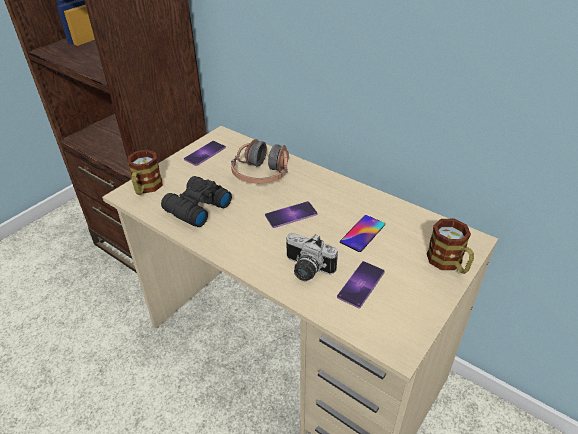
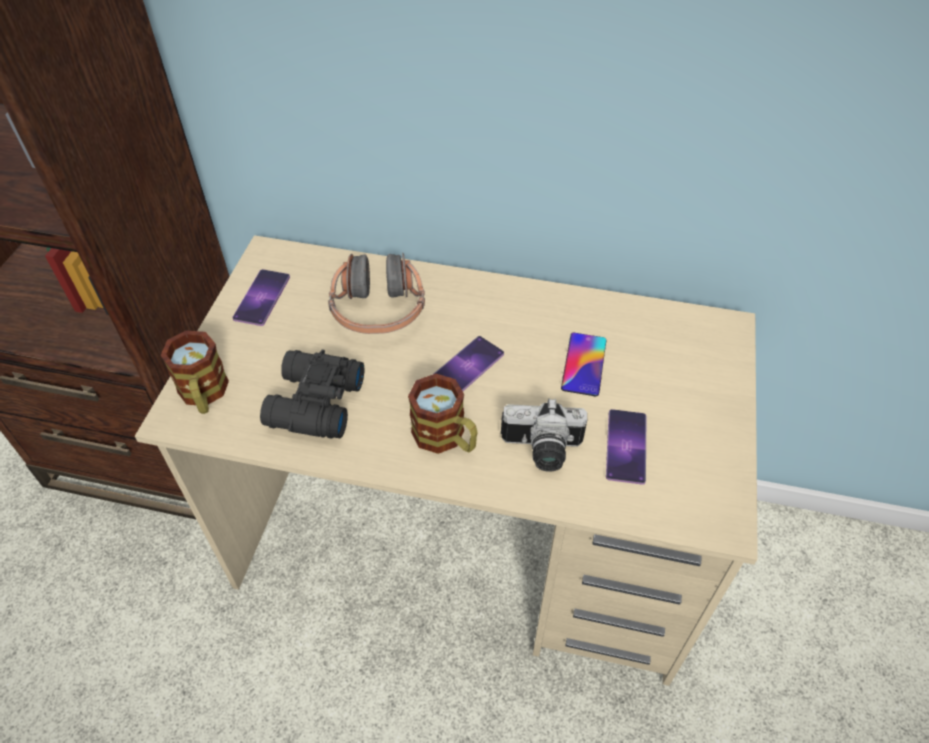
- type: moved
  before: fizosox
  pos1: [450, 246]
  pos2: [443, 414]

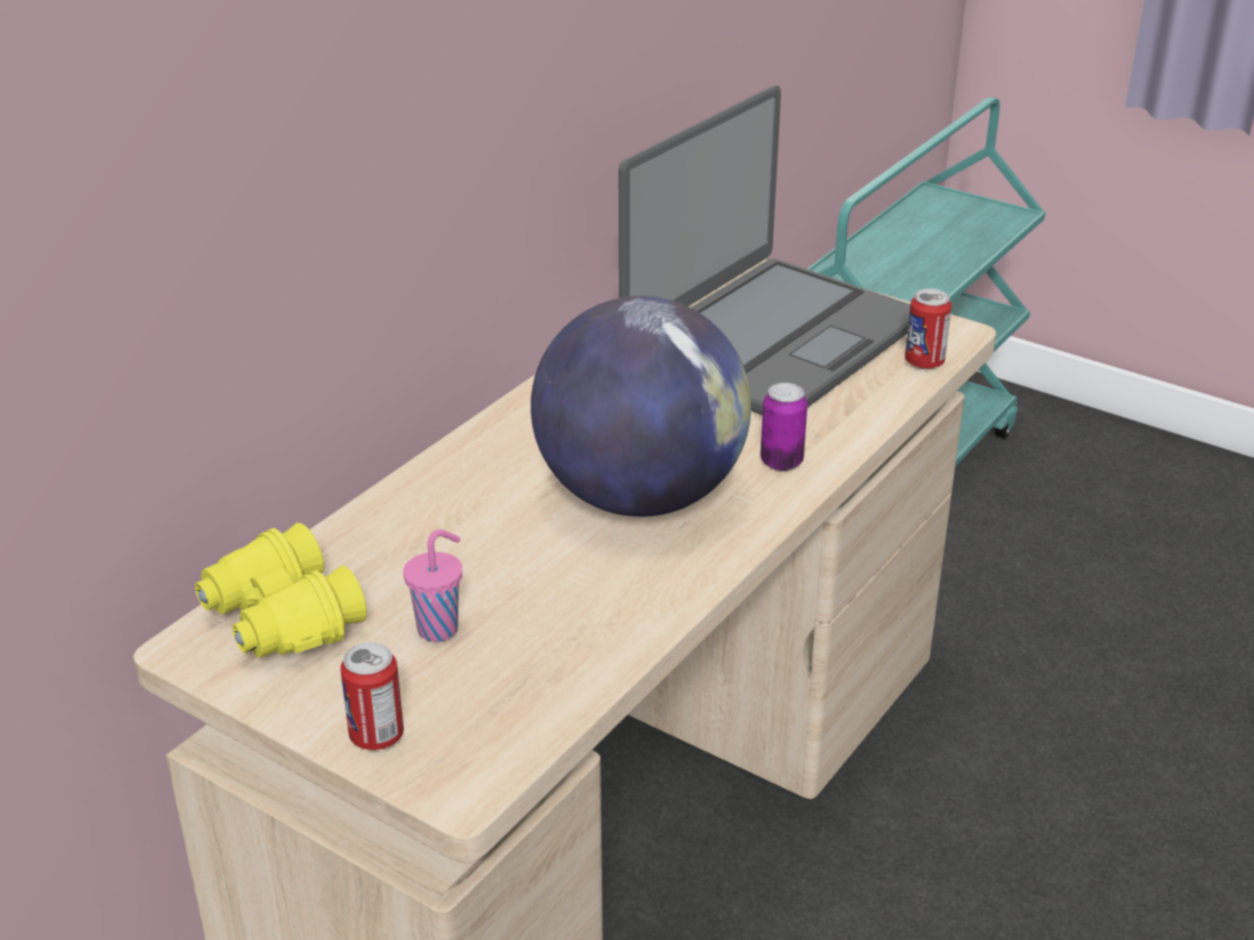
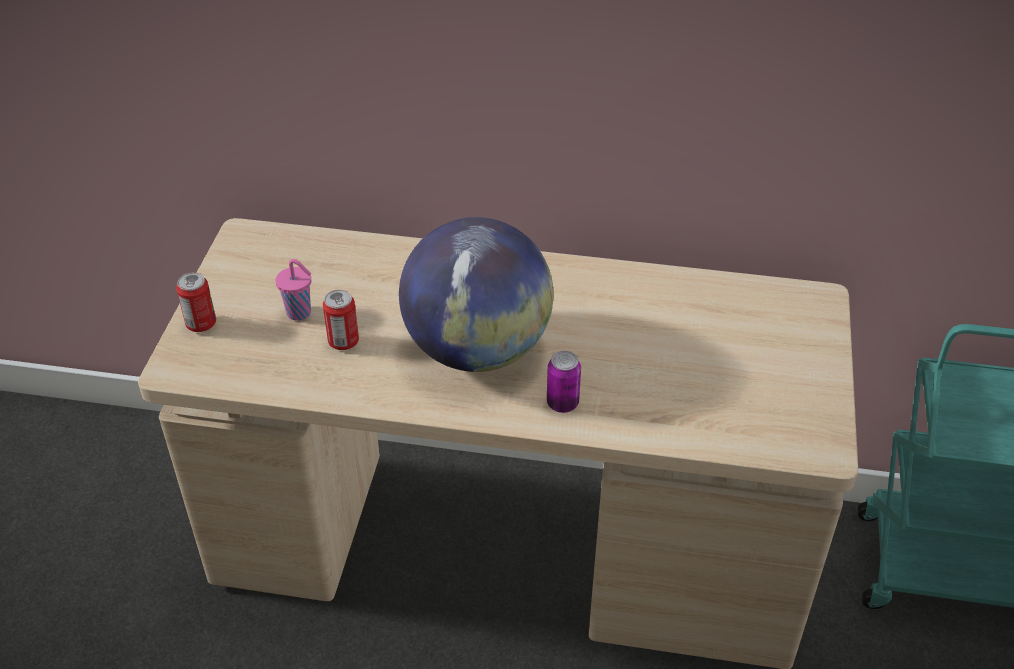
- type: removed
  before: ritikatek
  pos1: [765, 251]
- type: moved
  before: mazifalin
  pos1: [928, 329]
  pos2: [341, 320]
- type: removed
  before: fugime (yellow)
  pos1: [281, 590]

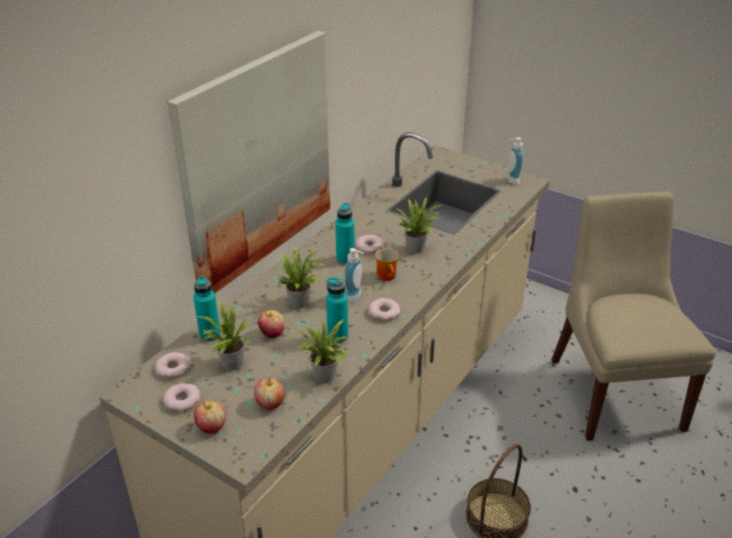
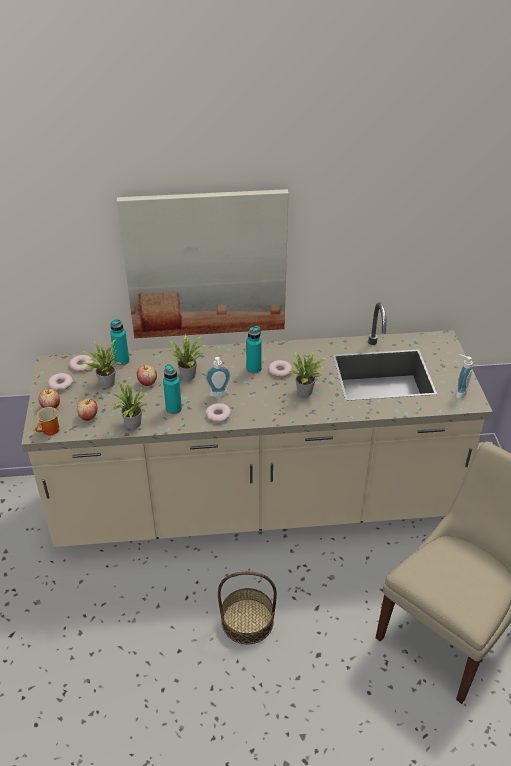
- type: moved
  before: fizosox
  pos1: [387, 264]
  pos2: [47, 421]

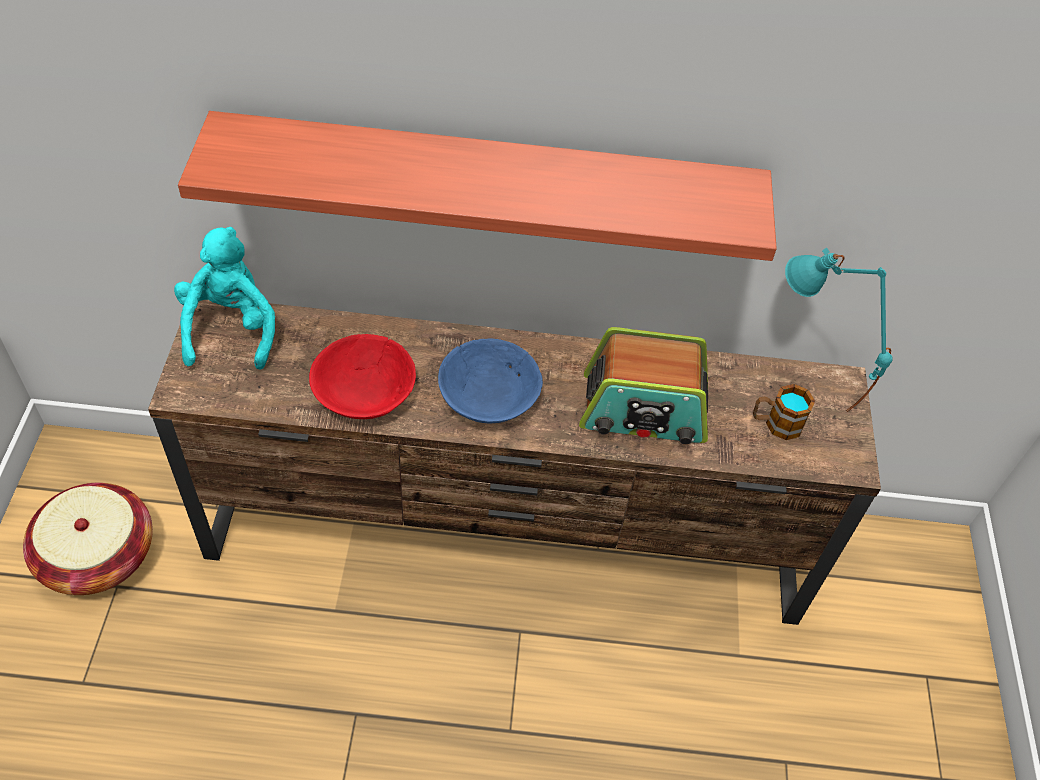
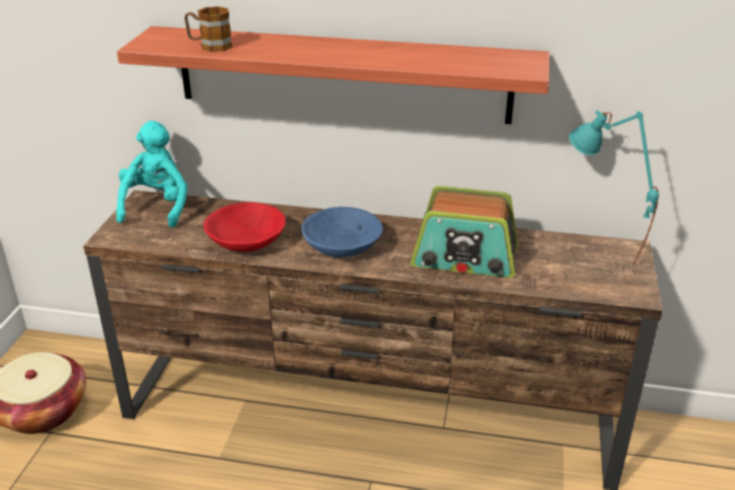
- type: moved
  before: fizosox
  pos1: [784, 412]
  pos2: [208, 29]

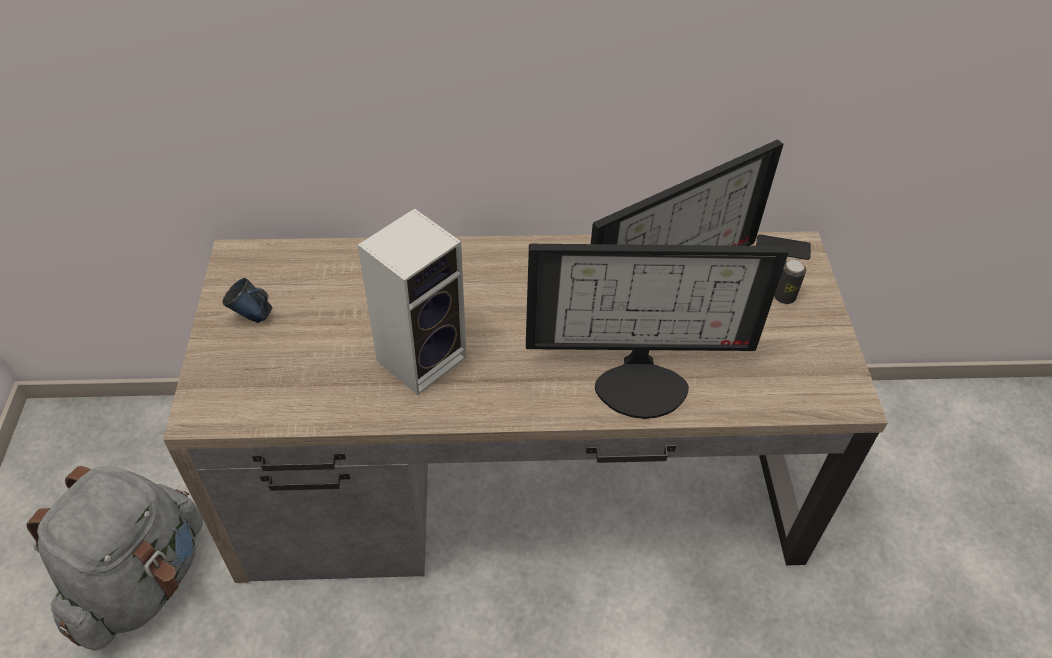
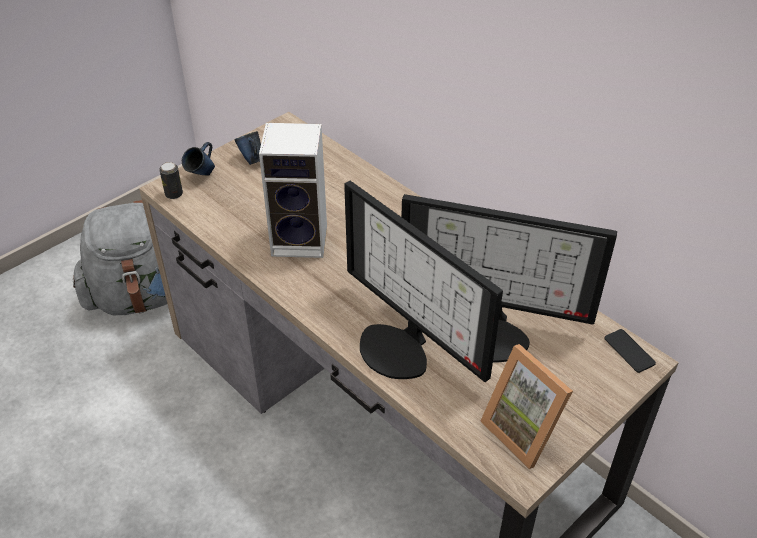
- type: moved
  before: mazifalin
  pos1: [790, 281]
  pos2: [171, 180]
- type: added
  after: fizosox (blue)
  pos2: [198, 159]
- type: added
  after: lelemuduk
  pos2: [526, 406]

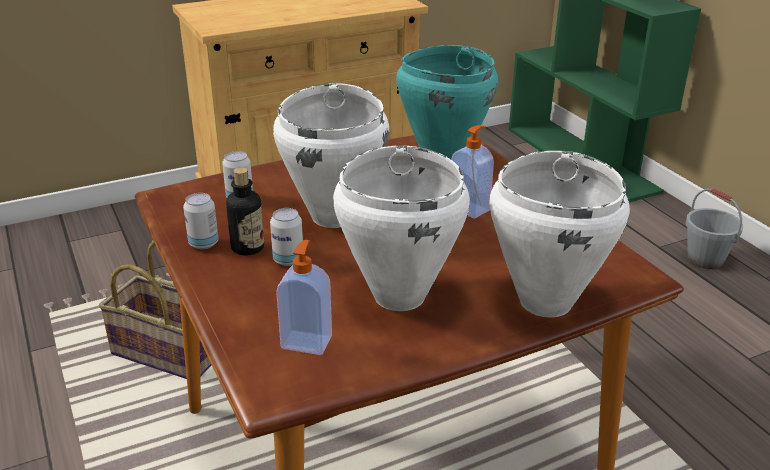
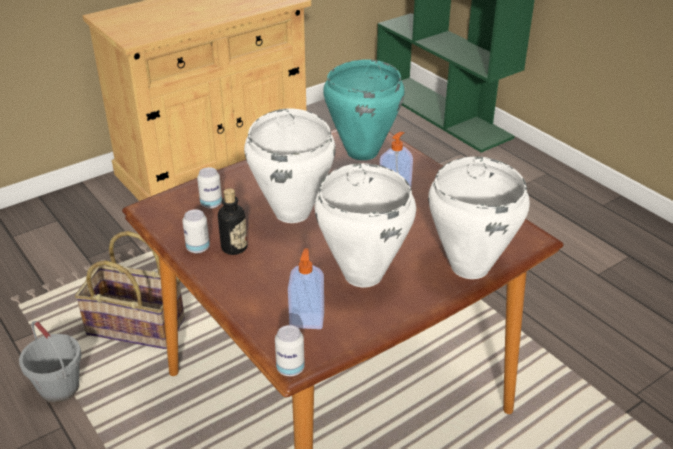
- type: moved
  before: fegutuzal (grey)
  pos1: [714, 228]
  pos2: [50, 362]
- type: moved
  before: mazifalin
  pos1: [286, 237]
  pos2: [290, 350]

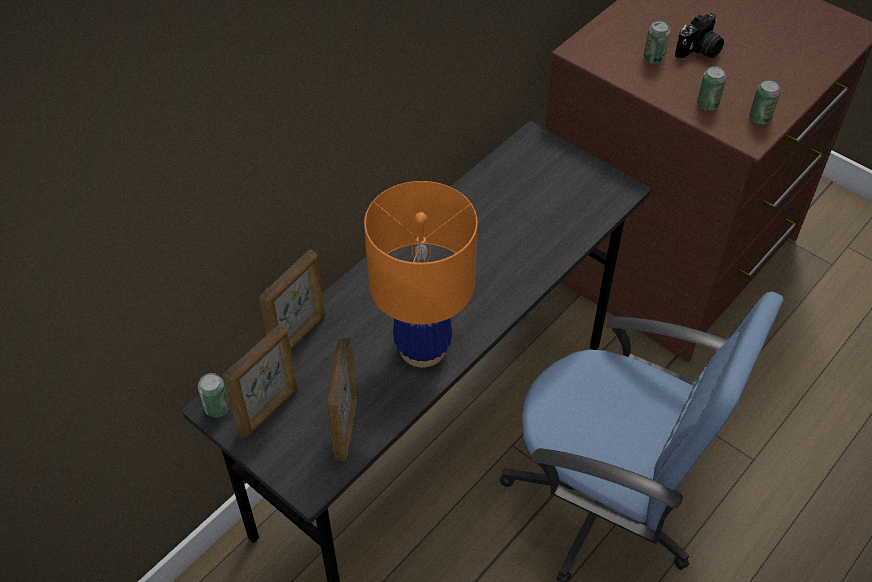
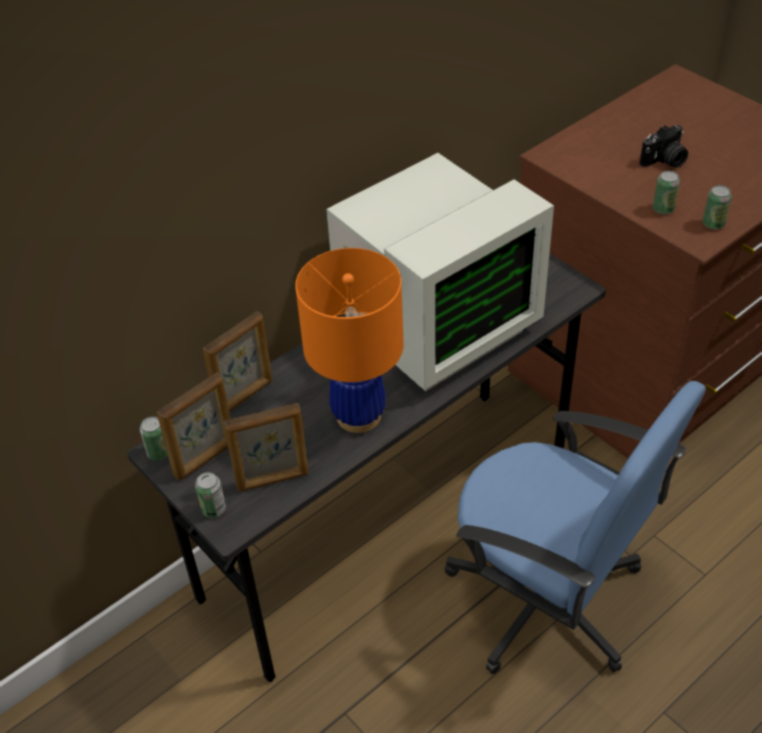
- type: moved
  before: mazifalin
  pos1: [657, 42]
  pos2: [210, 495]
- type: turned
  before: lelemuduk
  pos1: [342, 399]
  pos2: [266, 447]
  turn: -120
- type: added
  after: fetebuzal
  pos2: [440, 272]

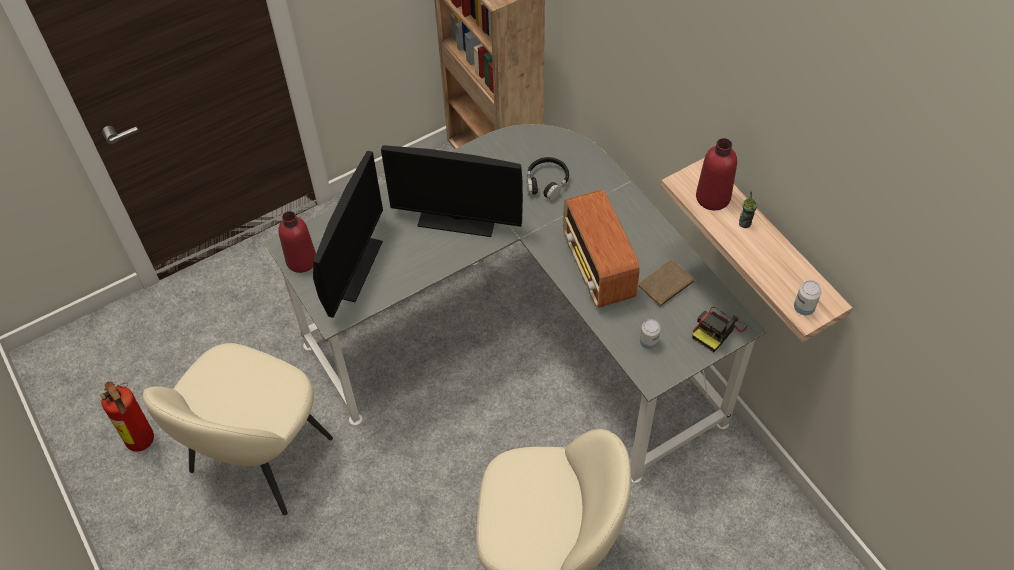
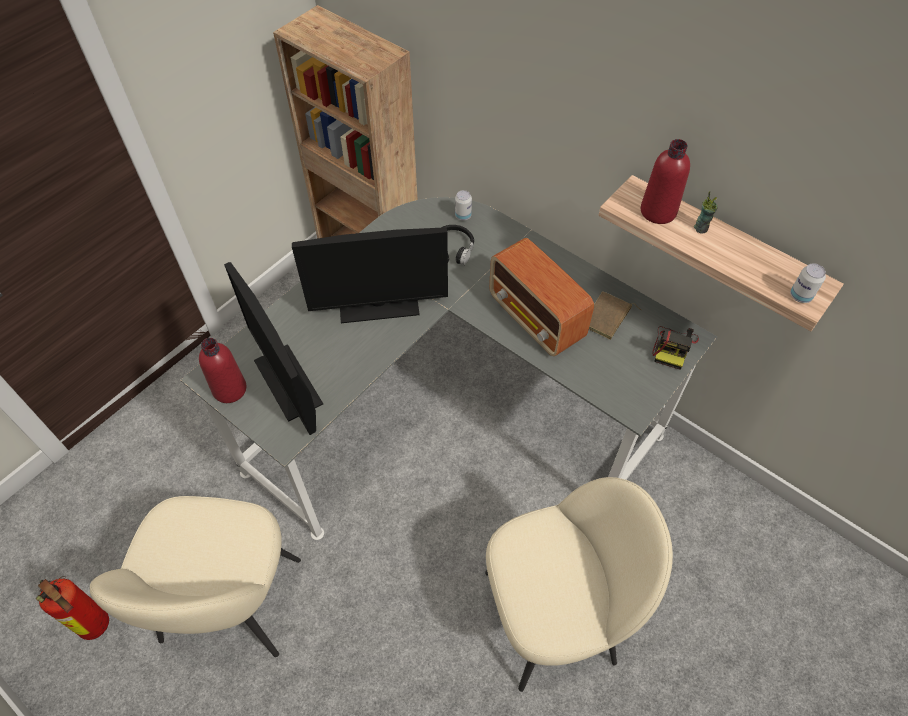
- type: turned
  before: fetebuzal
  pos1: [348, 234]
  pos2: [273, 348]
  turn: 150
- type: moved
  before: mazifalin
  pos1: [650, 334]
  pos2: [463, 205]

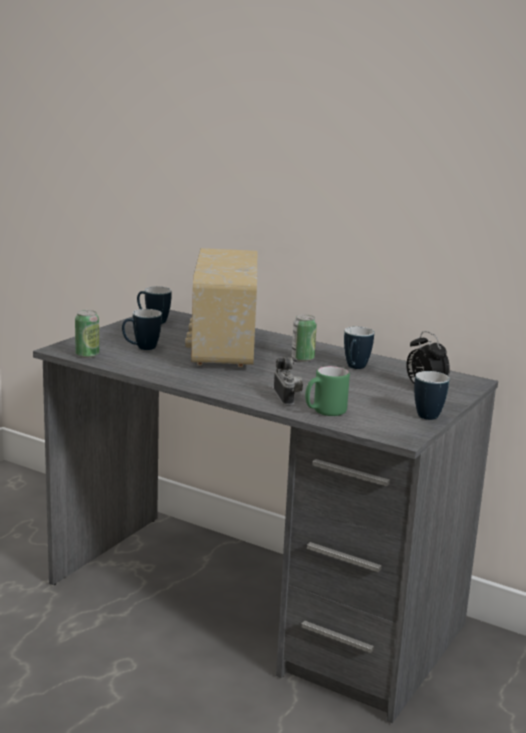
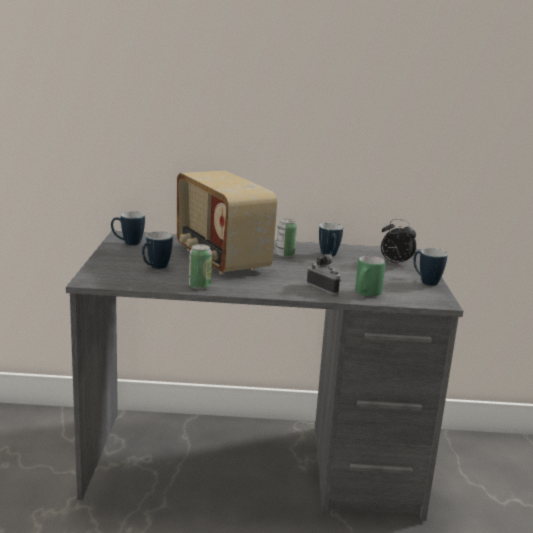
- type: moved
  before: mazifalin
  pos1: [87, 334]
  pos2: [200, 266]

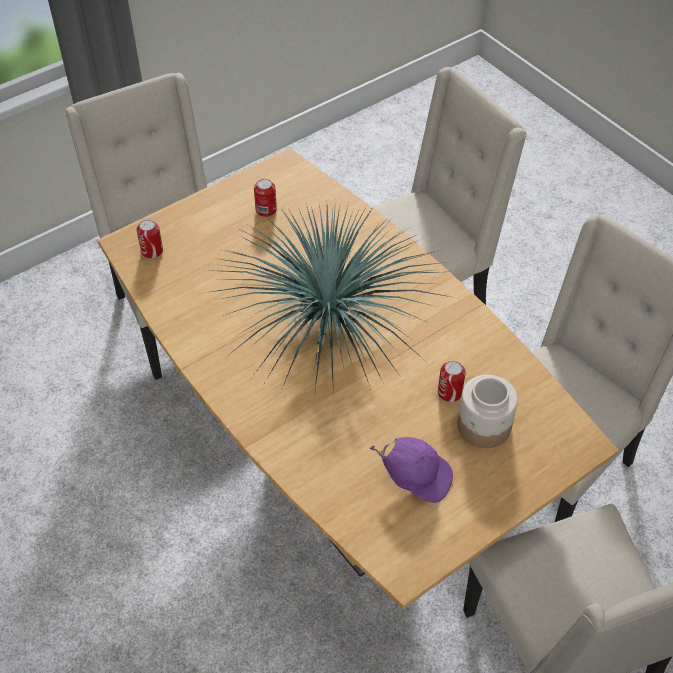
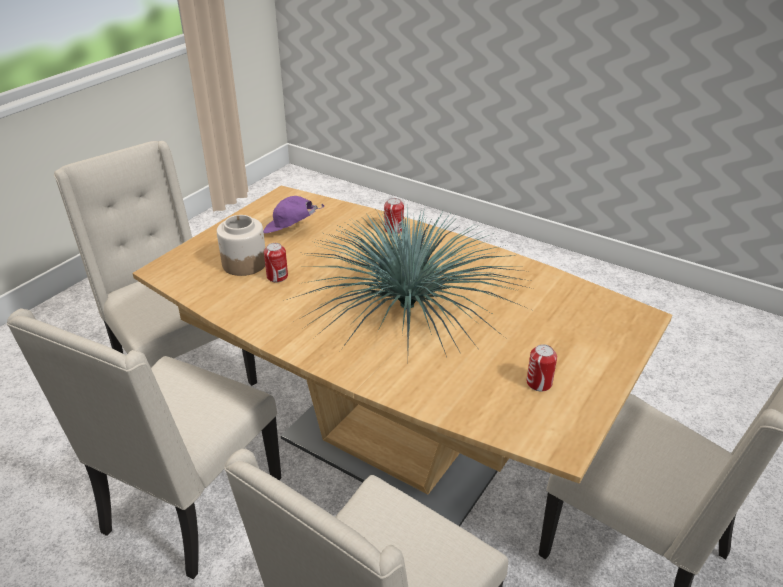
- type: moved
  before: mazifalin
  pos1: [150, 239]
  pos2: [394, 216]

